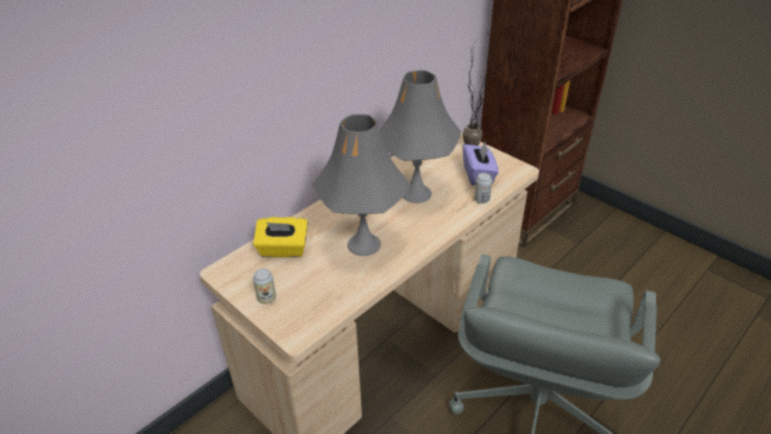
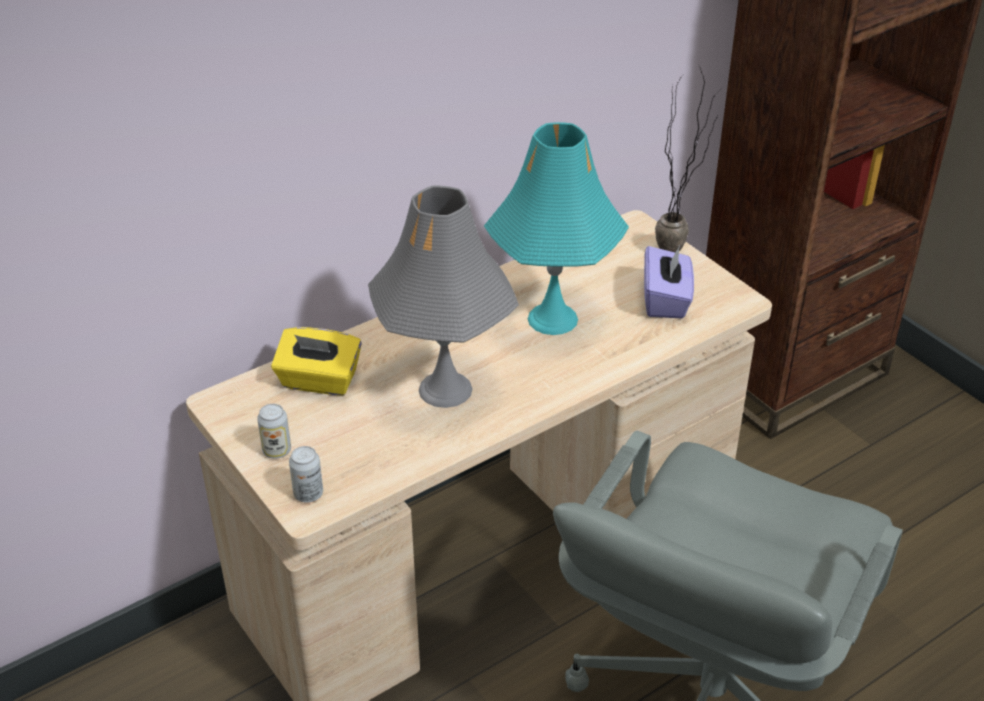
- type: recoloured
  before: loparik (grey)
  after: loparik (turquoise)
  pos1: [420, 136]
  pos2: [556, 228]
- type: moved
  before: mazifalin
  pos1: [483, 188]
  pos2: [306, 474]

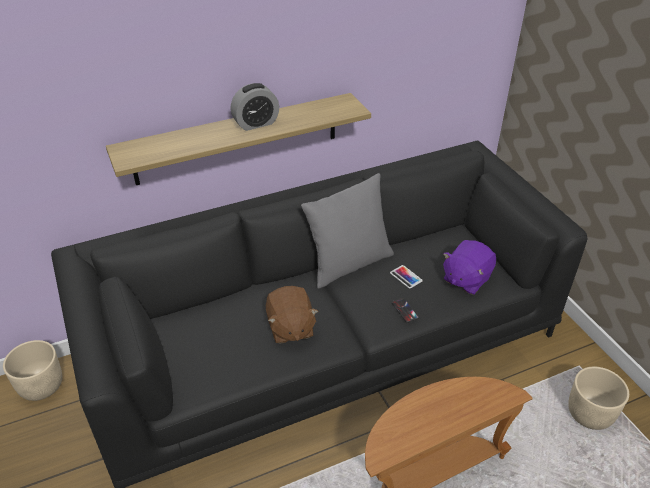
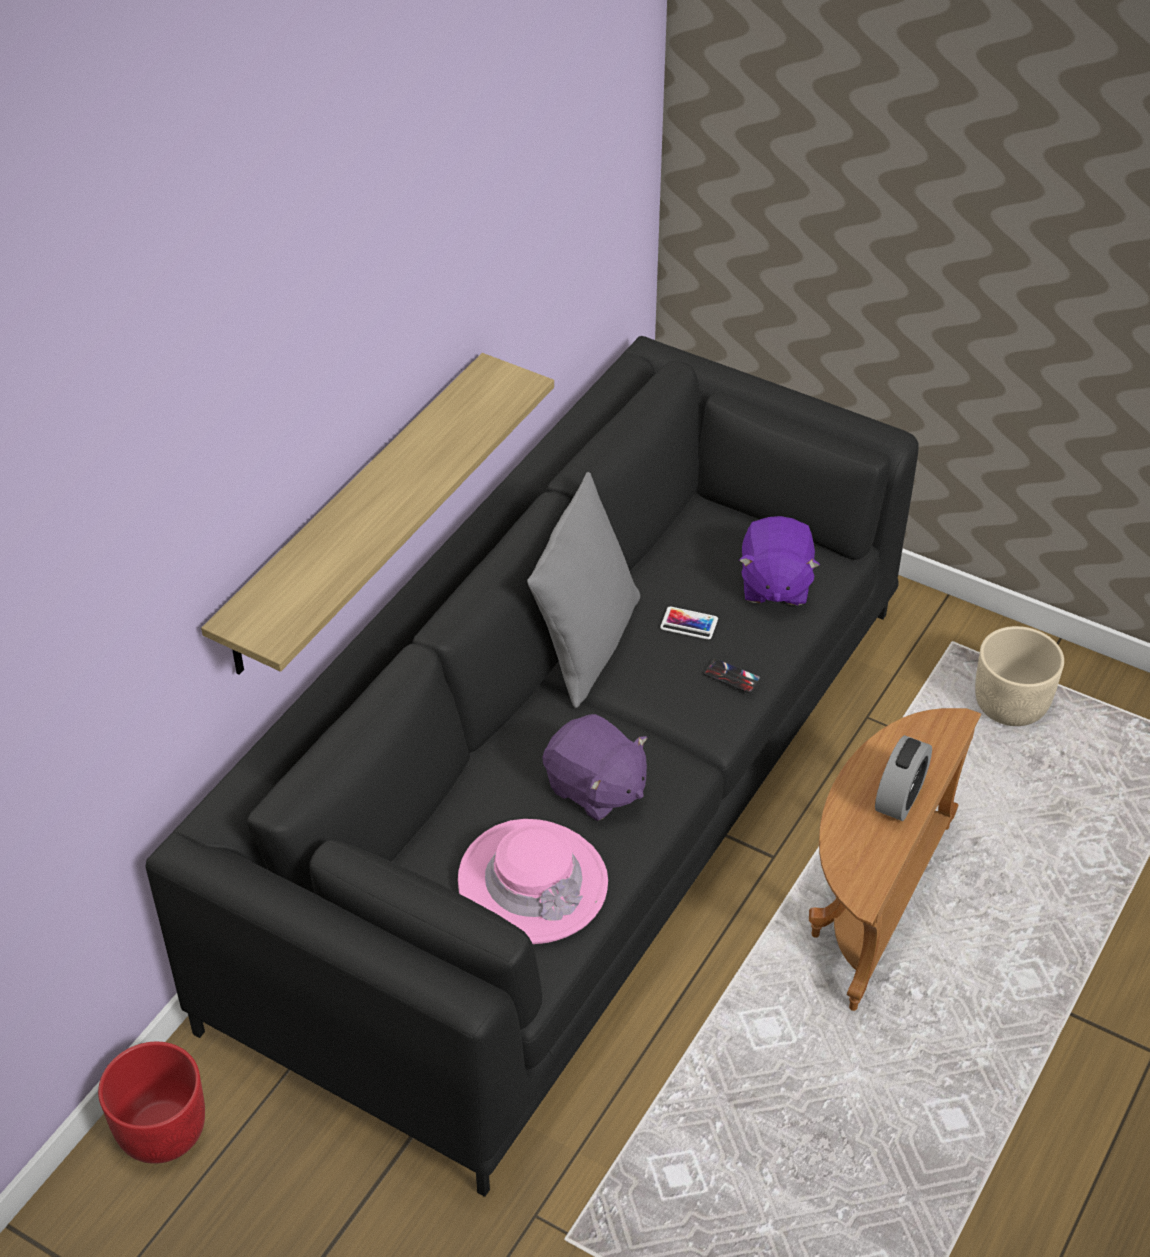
- type: moved
  before: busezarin
  pos1: [255, 107]
  pos2: [903, 778]
- type: recoloured
  before: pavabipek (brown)
  after: pavabipek (purple)
  pos1: [292, 315]
  pos2: [594, 767]
- type: recoloured
  before: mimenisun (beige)
  after: mimenisun (red)
  pos1: [32, 370]
  pos2: [151, 1103]
- type: added
  after: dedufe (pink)
  pos2: [533, 881]

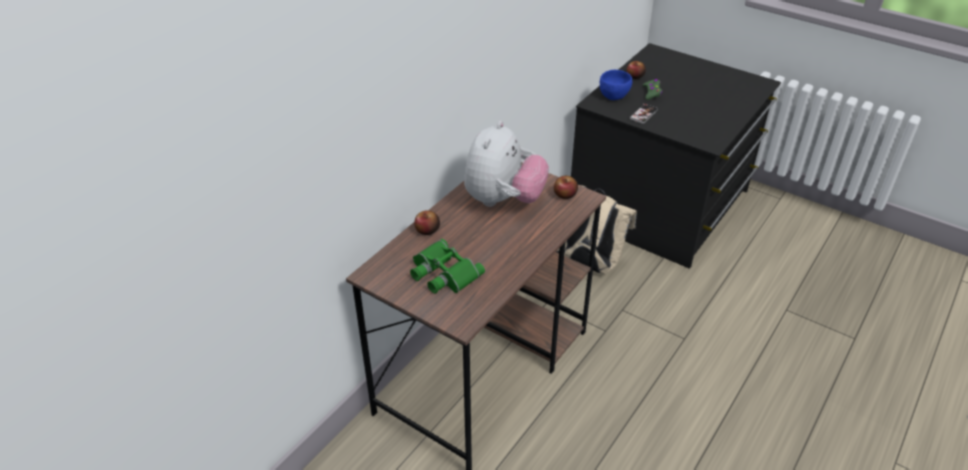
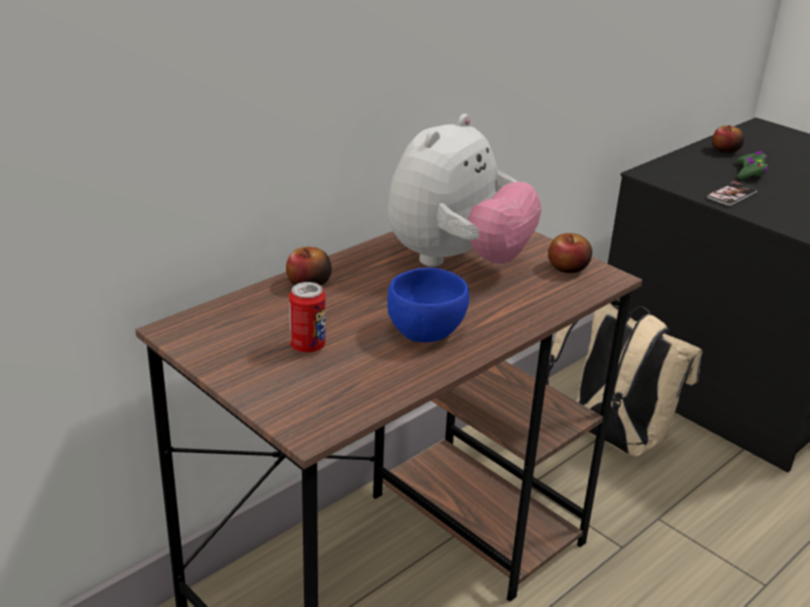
- type: moved
  before: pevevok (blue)
  pos1: [616, 85]
  pos2: [428, 305]
- type: replaced
  before: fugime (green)
  after: mazifalin
  pos1: [447, 266]
  pos2: [307, 317]

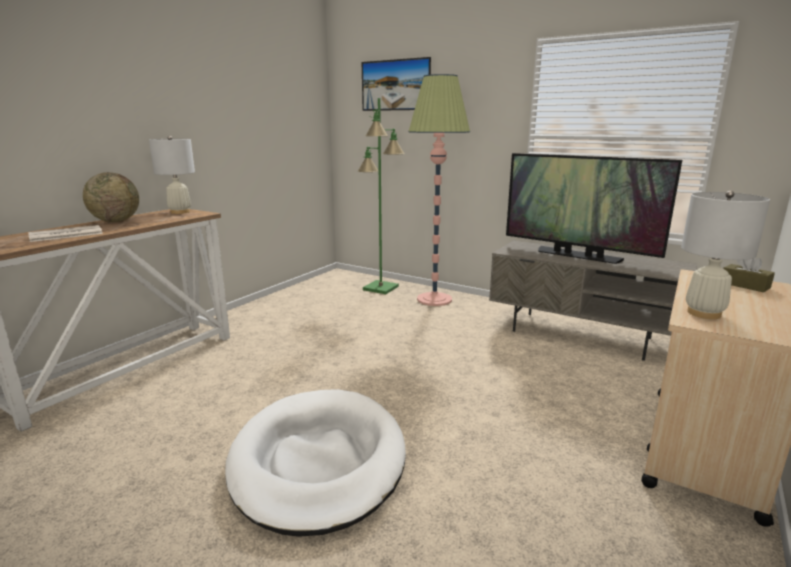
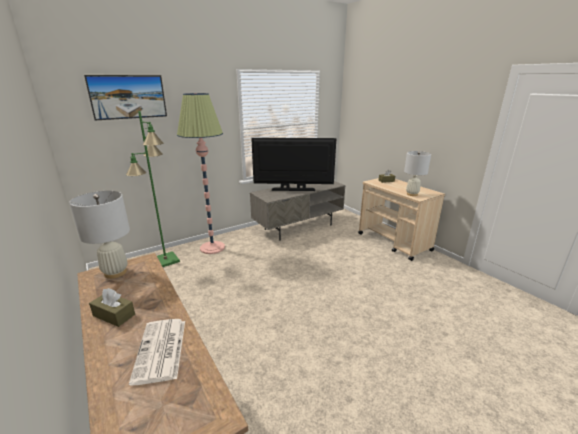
- type: turned
  before: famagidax
  pos1: [594, 208]
  pos2: [293, 164]
  turn: -150
- type: replaced
  before: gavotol
  after: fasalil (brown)
  pos1: [111, 197]
  pos2: [112, 307]
- type: removed
  before: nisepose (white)
  pos1: [315, 463]

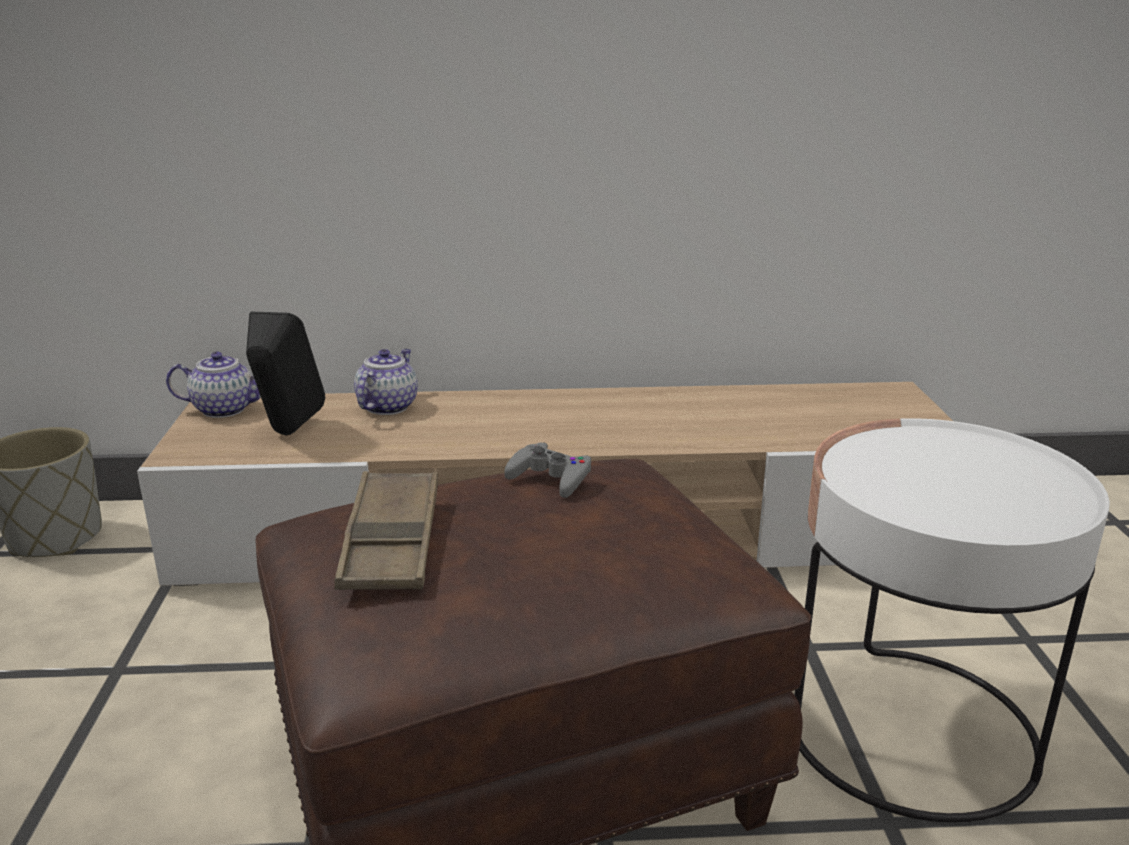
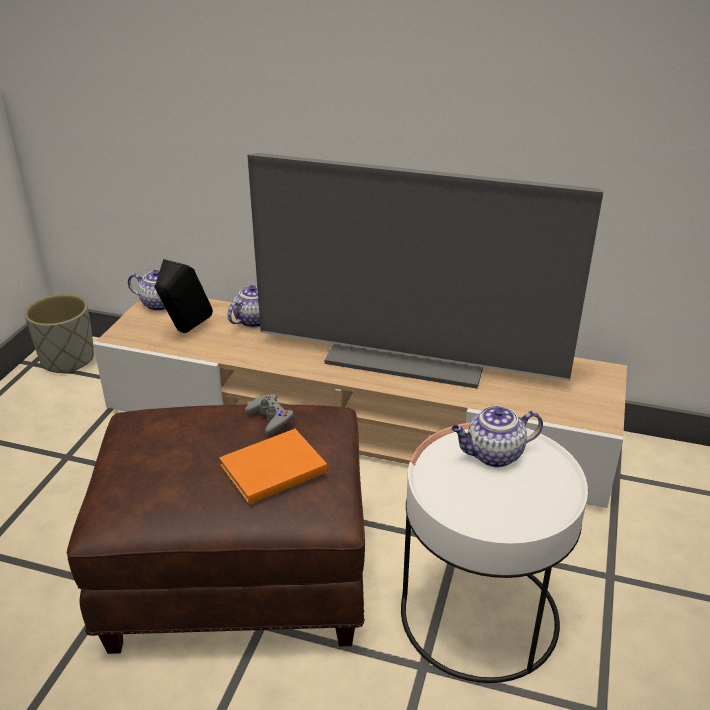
- type: removed
  before: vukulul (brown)
  pos1: [386, 530]
- type: added
  after: famagidax
  pos2: [425, 271]
- type: added
  after: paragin
  pos2: [497, 436]
- type: added
  after: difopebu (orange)
  pos2: [273, 467]

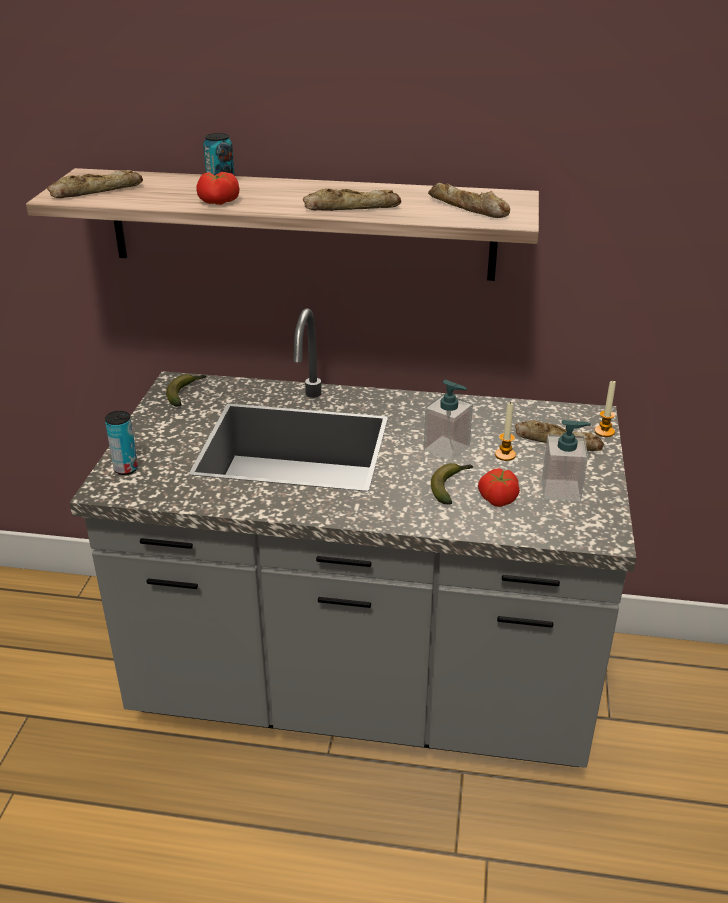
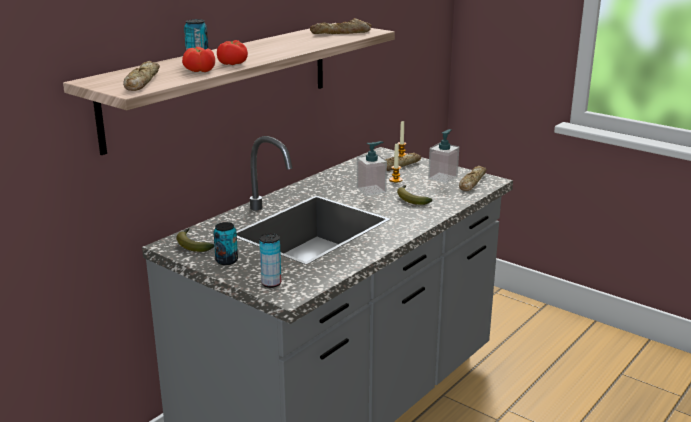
- type: moved
  before: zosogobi
  pos1: [352, 199]
  pos2: [473, 178]
- type: moved
  before: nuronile
  pos1: [499, 487]
  pos2: [198, 59]
- type: added
  after: mazifalin
  pos2: [225, 243]

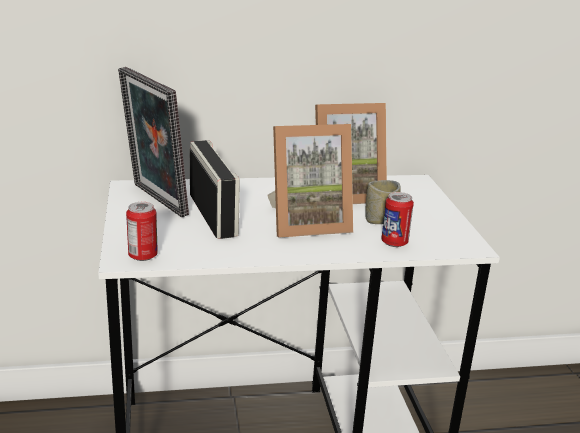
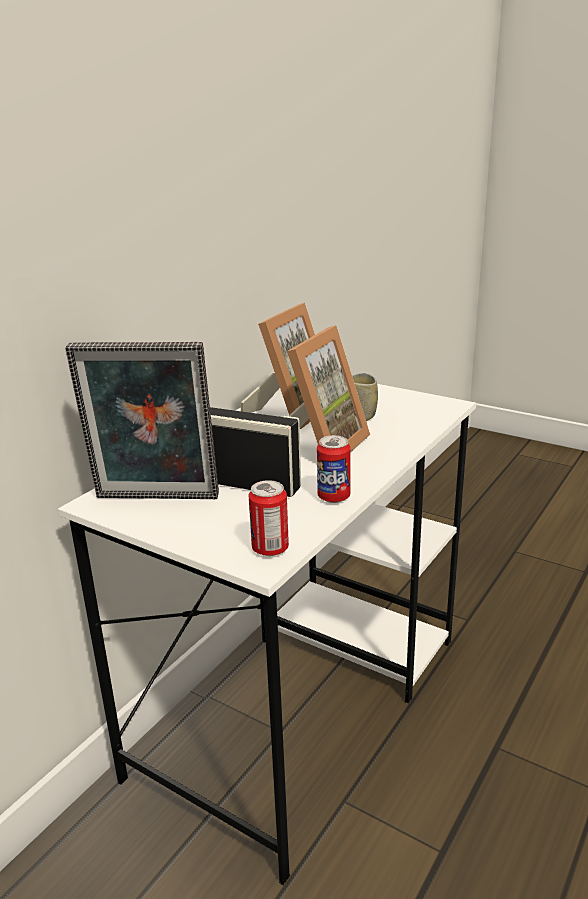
- type: moved
  before: mazifalin
  pos1: [397, 219]
  pos2: [334, 469]

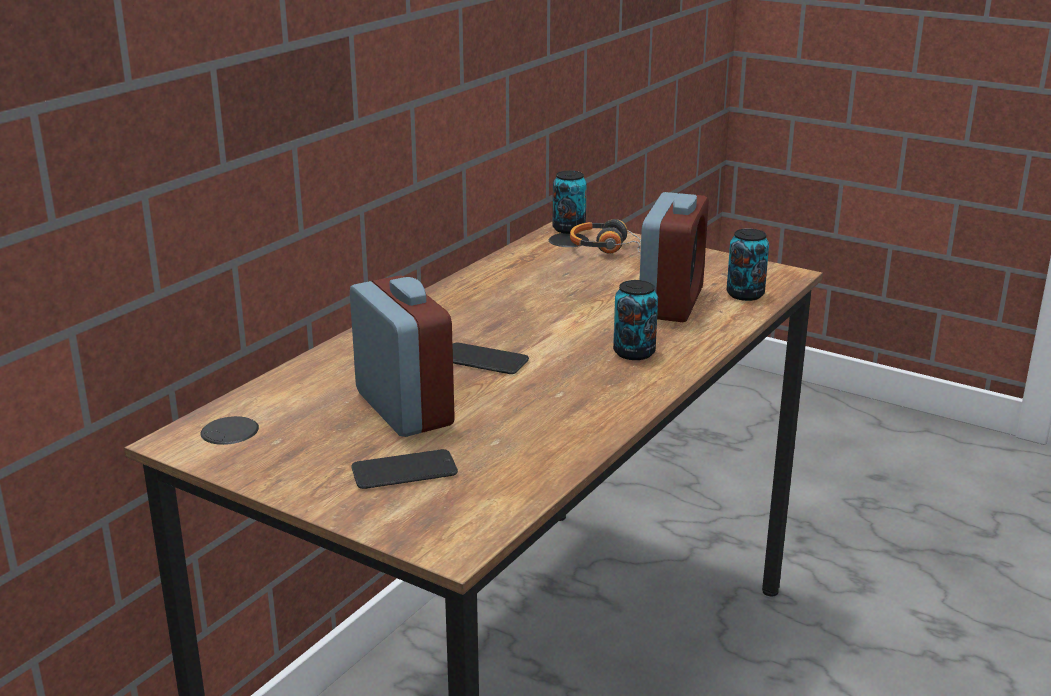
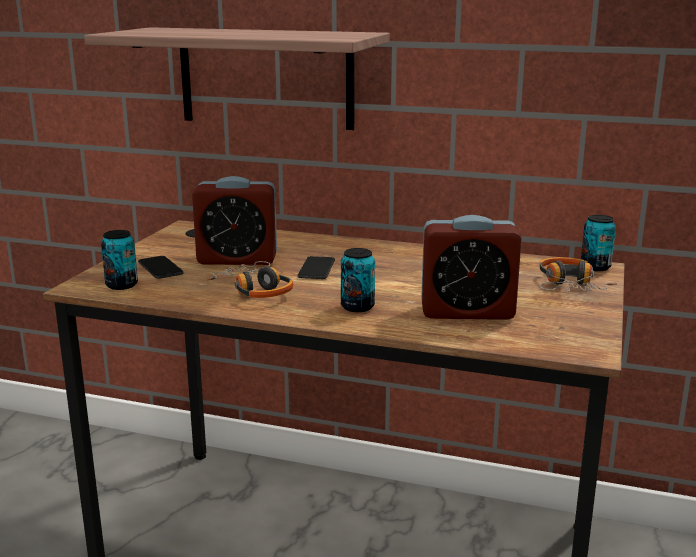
- type: moved
  before: mazifalin
  pos1: [748, 264]
  pos2: [119, 260]
- type: turned
  before: busezarin
  pos1: [402, 356]
  pos2: [234, 220]
  turn: 45
- type: added
  after: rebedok
  pos2: [237, 78]
- type: added
  after: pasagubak
  pos2: [250, 279]

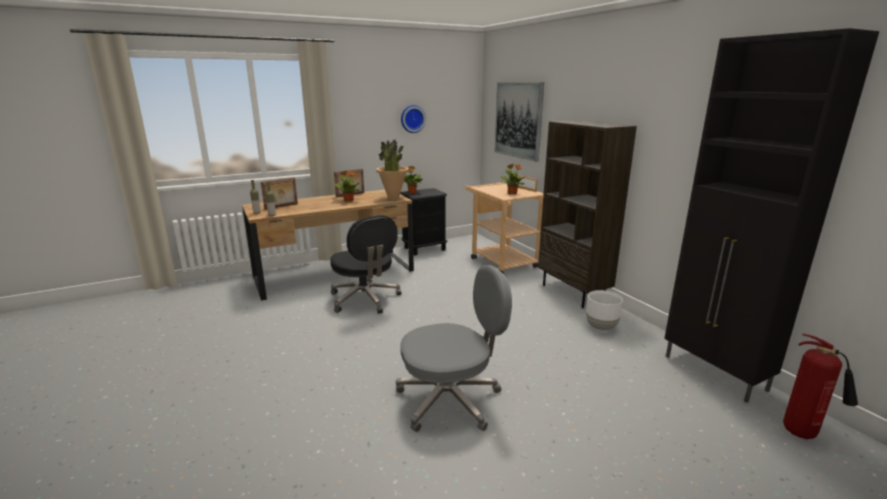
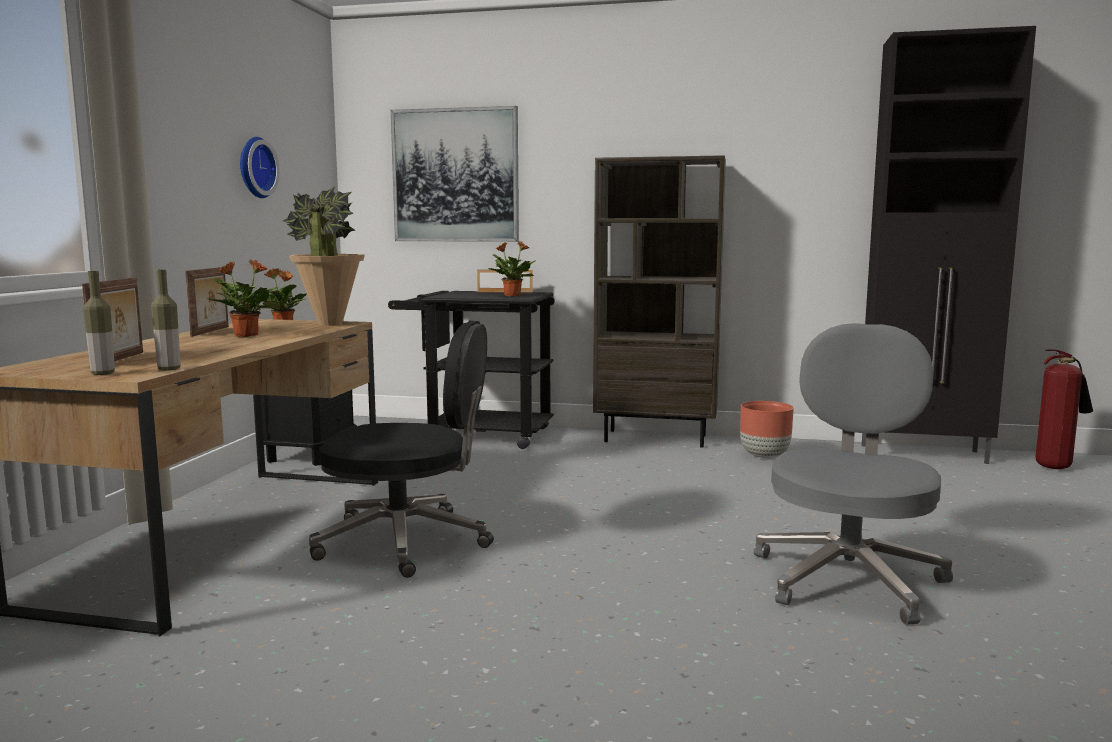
- type: recoloured
  before: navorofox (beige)
  after: navorofox (black)
  pos1: [504, 228]
  pos2: [471, 370]
- type: recoloured
  before: mimenisun (white)
  after: mimenisun (brown)
  pos1: [604, 310]
  pos2: [767, 429]

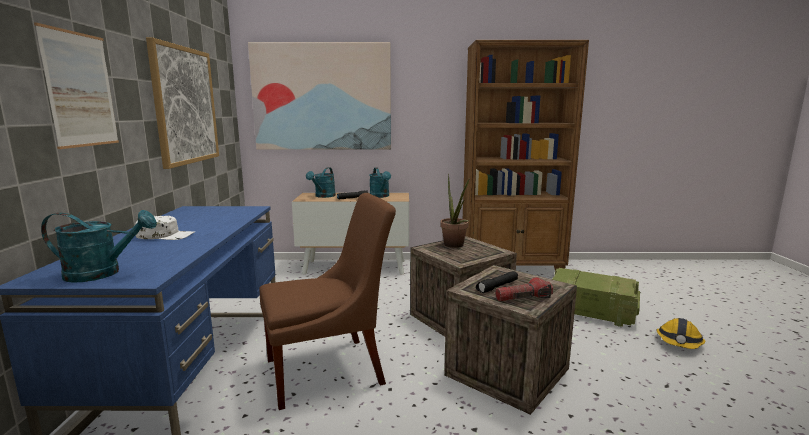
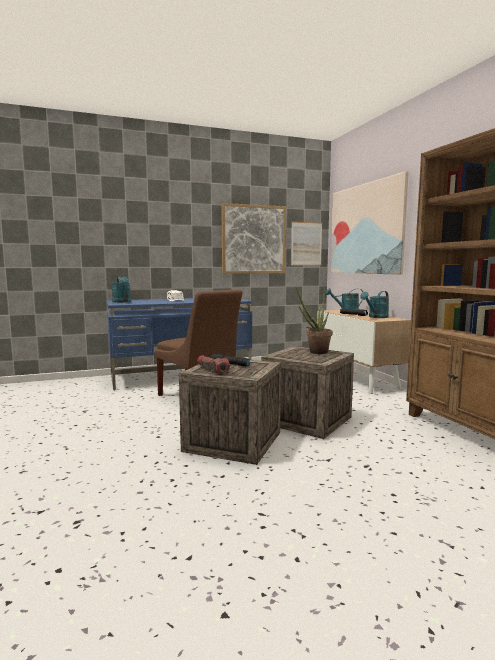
- type: moved
  before: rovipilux
  pos1: [76, 86]
  pos2: [306, 244]
- type: removed
  before: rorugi
  pos1: [596, 297]
- type: removed
  before: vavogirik
  pos1: [681, 333]

